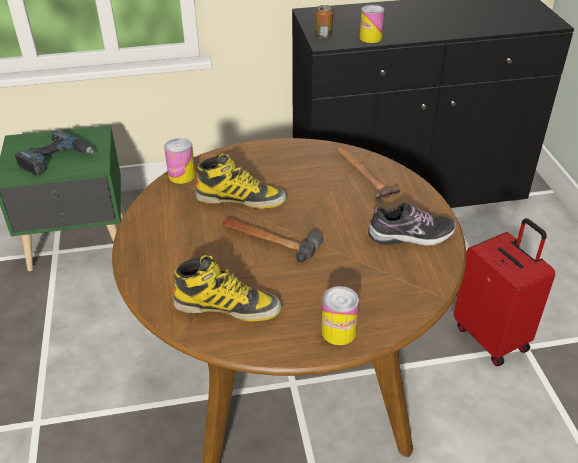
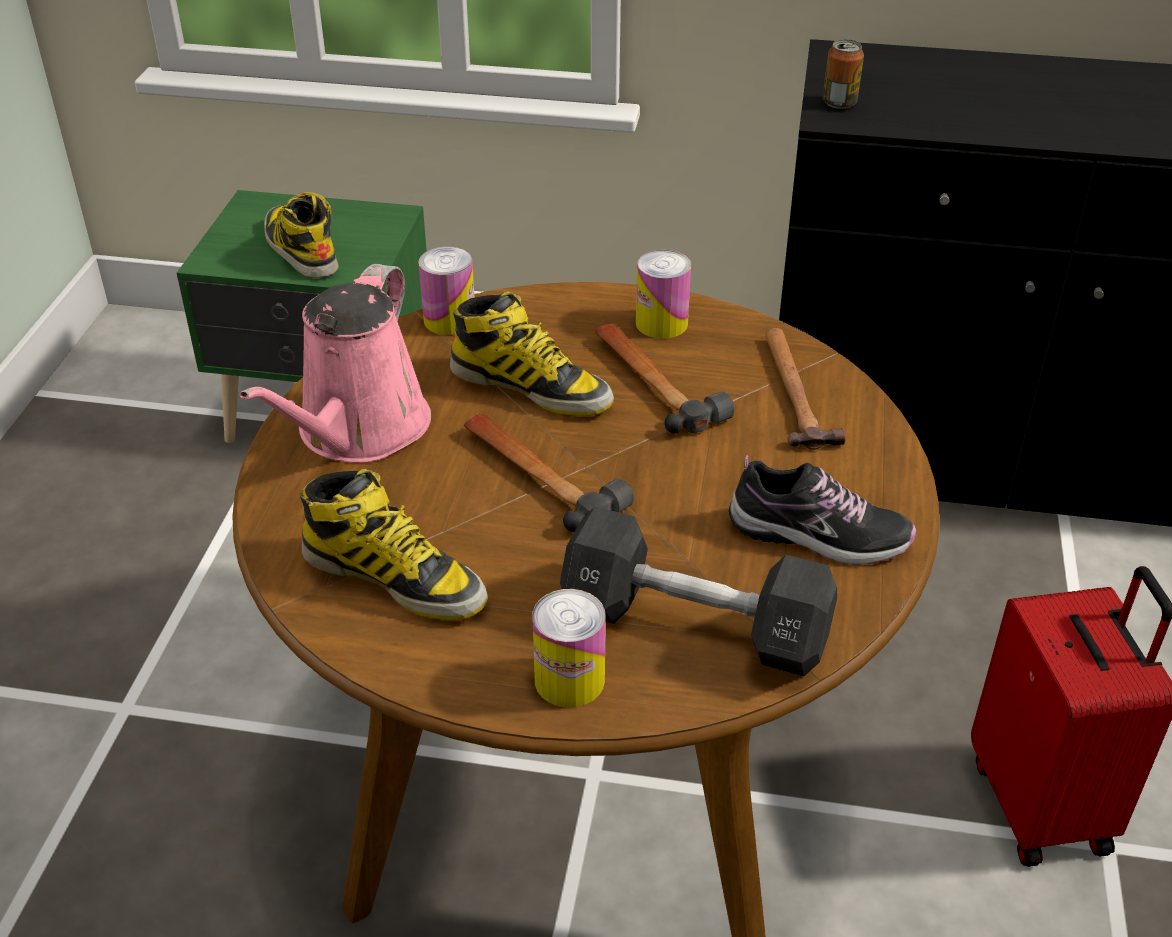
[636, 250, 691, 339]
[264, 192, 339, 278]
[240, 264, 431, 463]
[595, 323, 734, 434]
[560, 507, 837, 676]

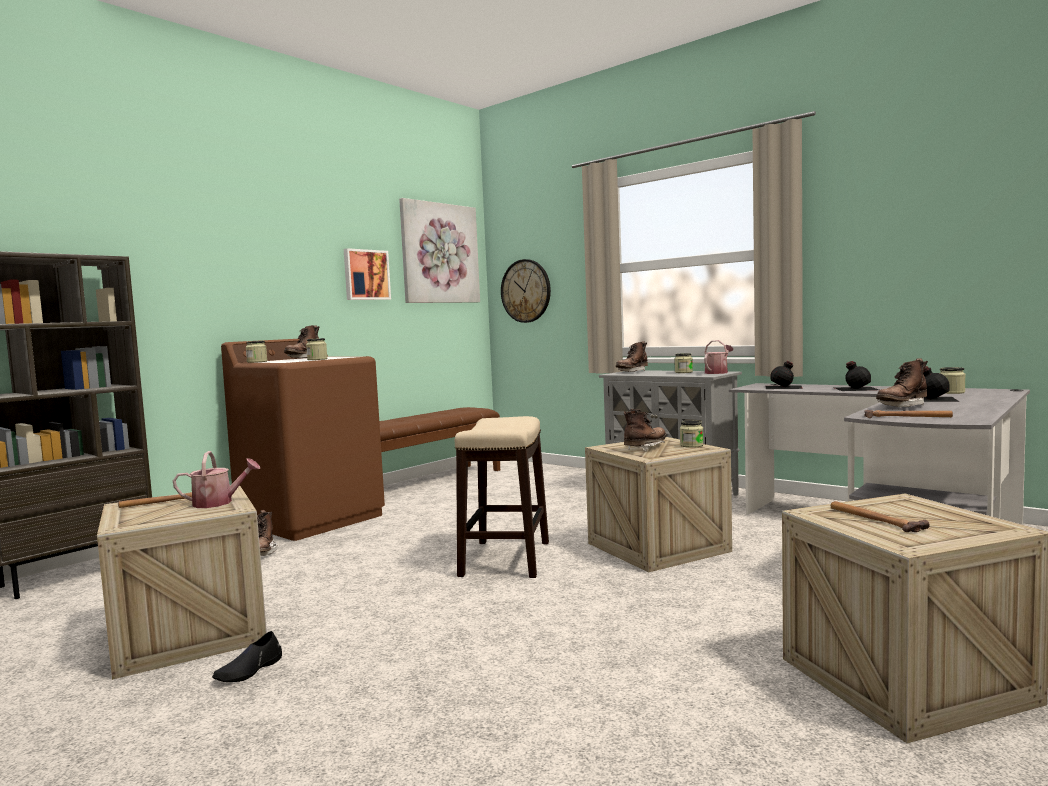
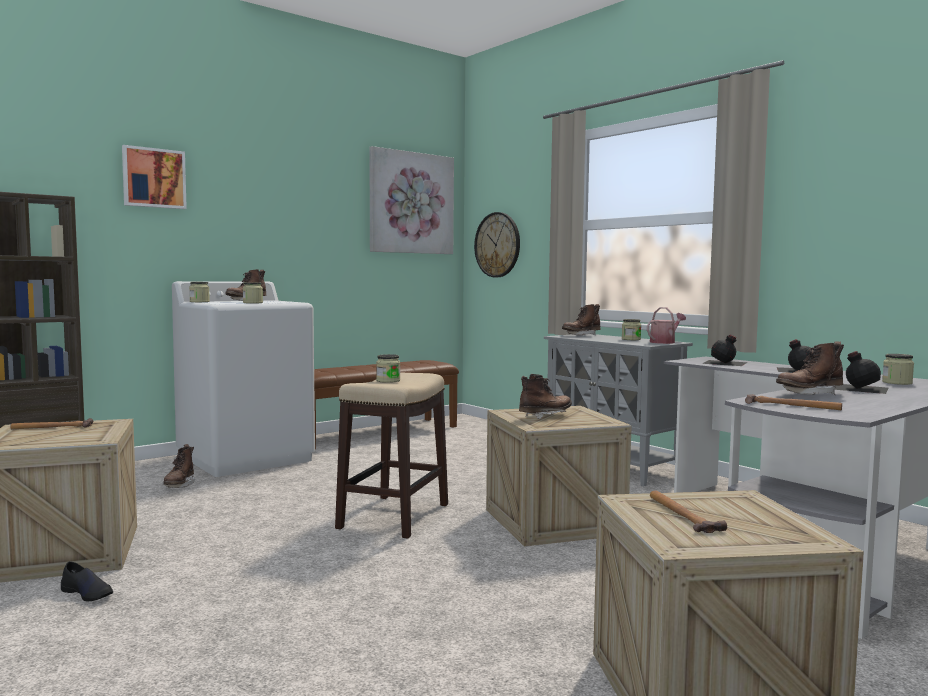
[122, 145, 187, 209]
[172, 281, 315, 477]
[376, 354, 400, 383]
[173, 451, 260, 508] (first image)
[61, 561, 113, 602]

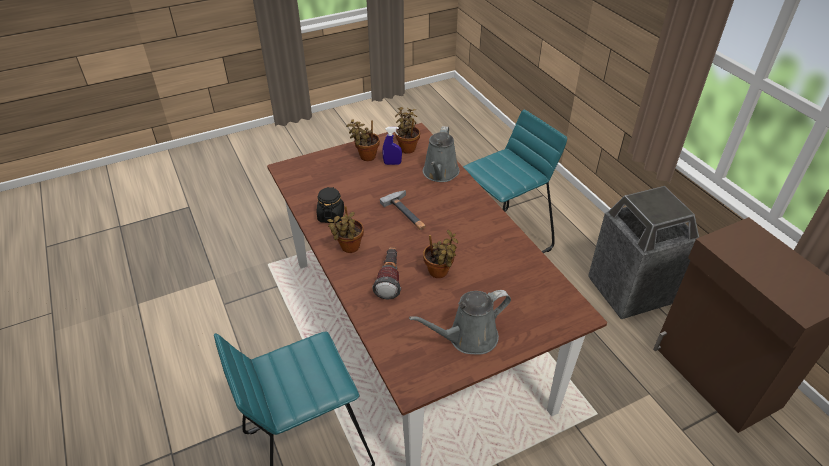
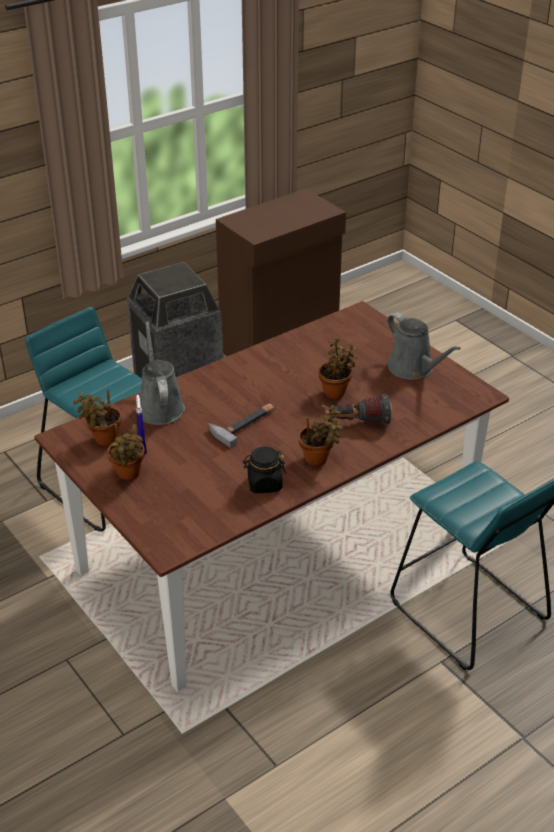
[136, 321, 185, 425]

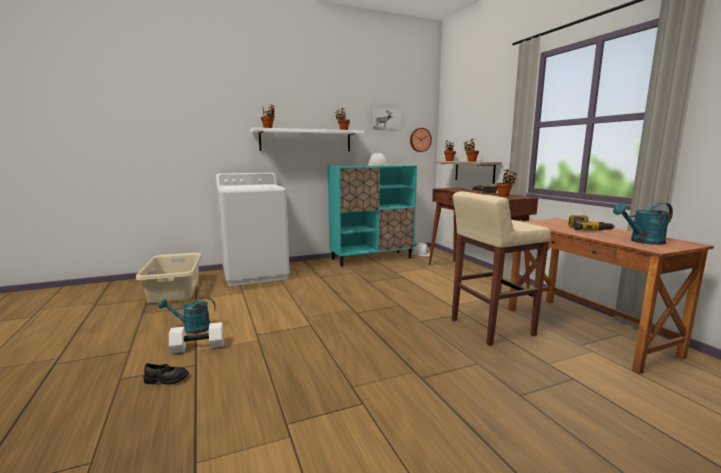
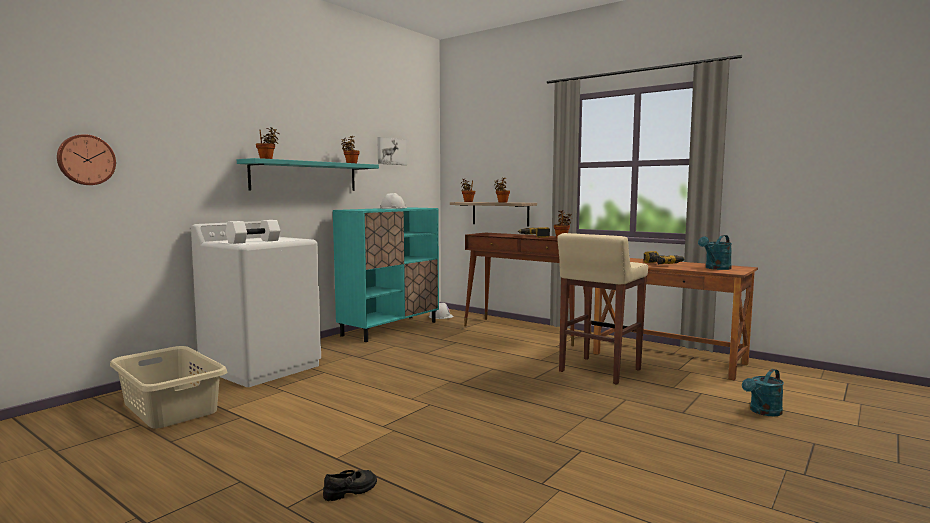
[237, 158, 379, 191]
[57, 134, 116, 185]
[742, 369, 784, 416]
[225, 220, 280, 244]

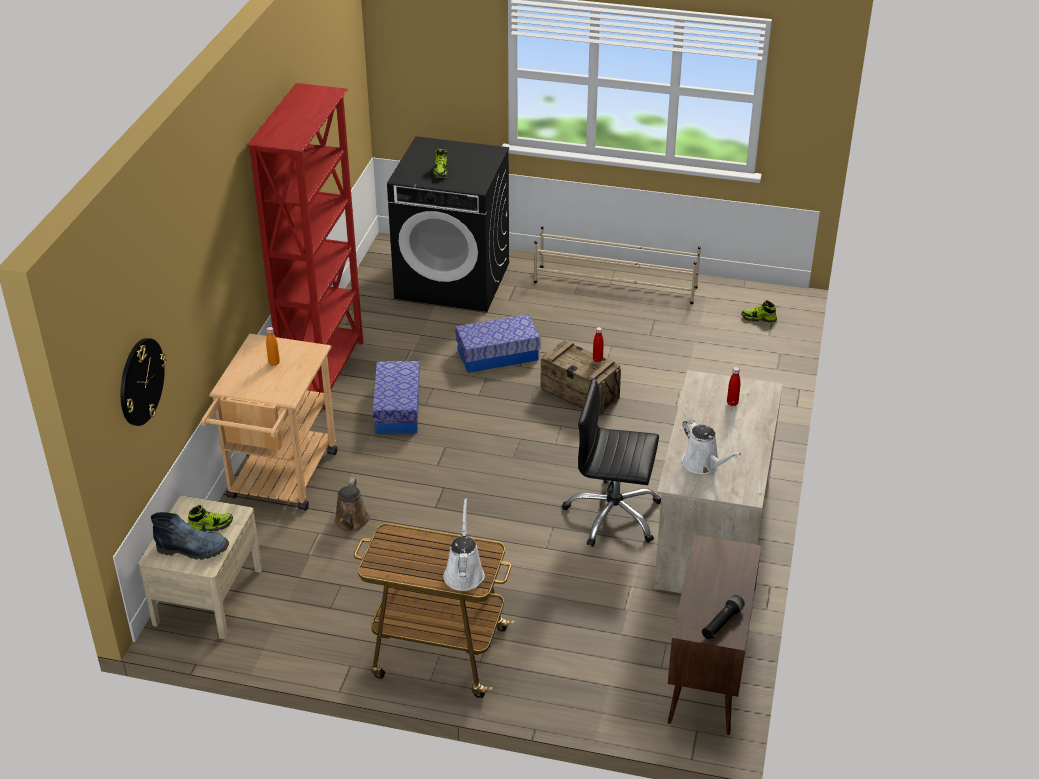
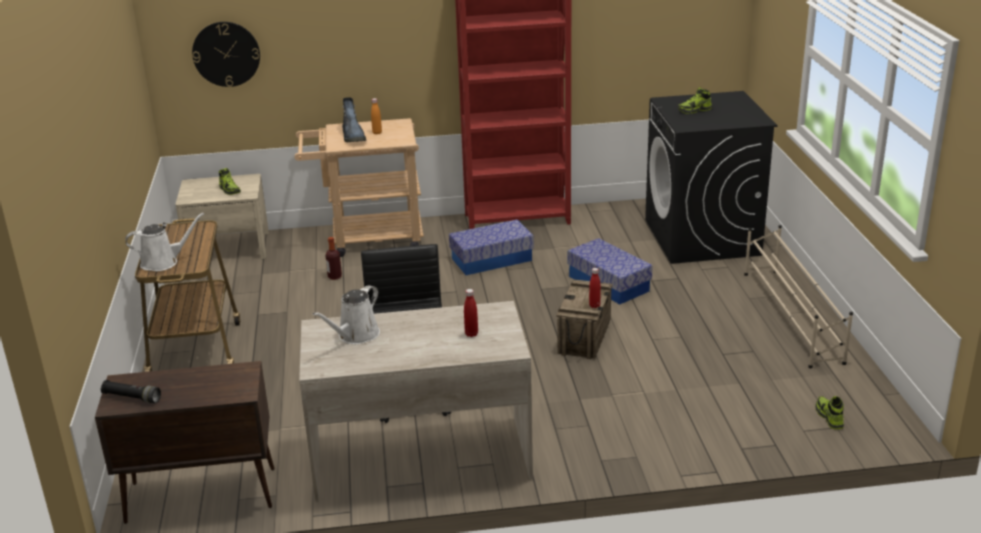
[326, 237, 342, 280]
[342, 97, 366, 142]

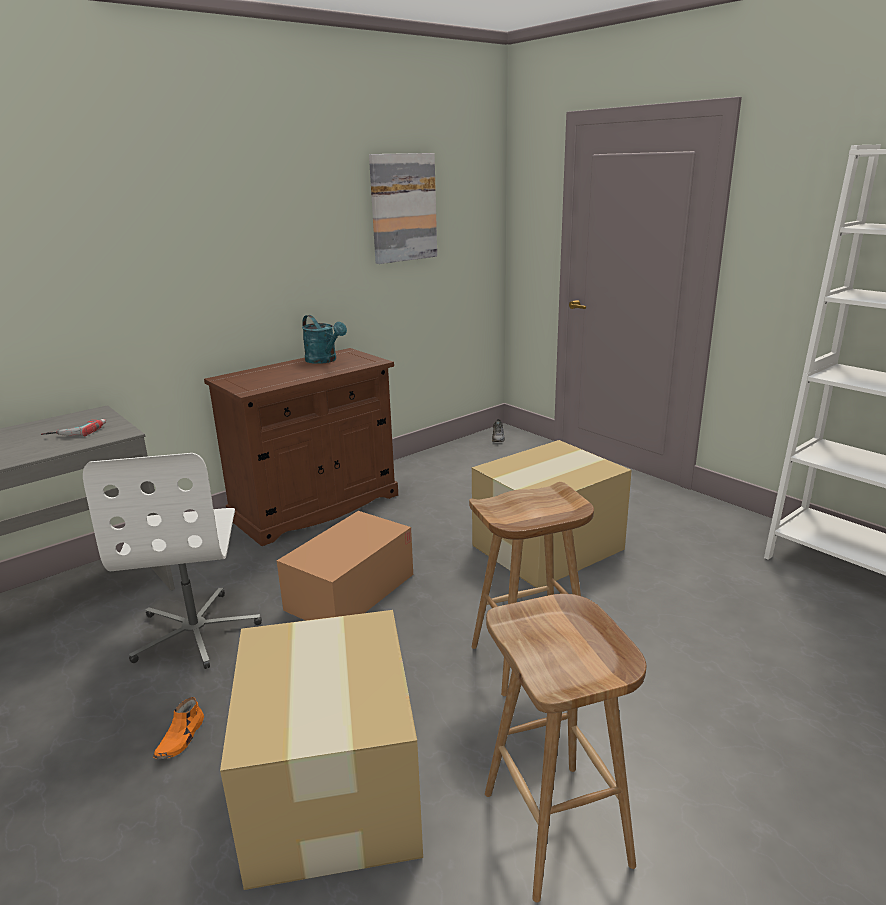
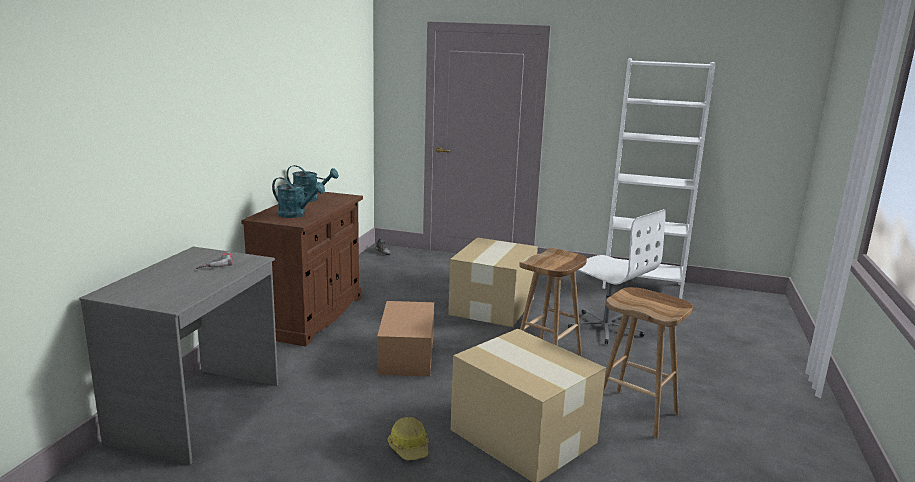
[369, 153, 437, 264] (first image)
[568, 209, 666, 344]
[388, 417, 429, 460]
[272, 177, 325, 218]

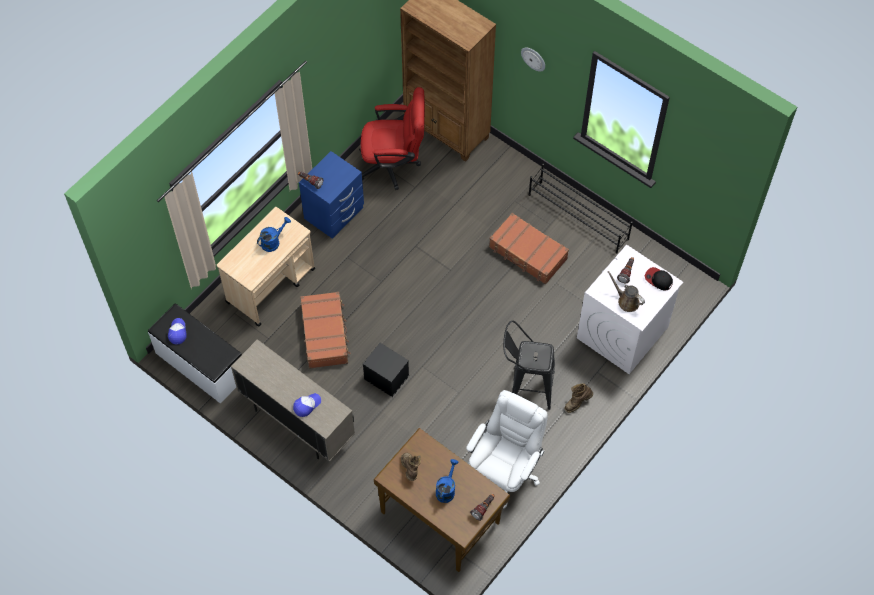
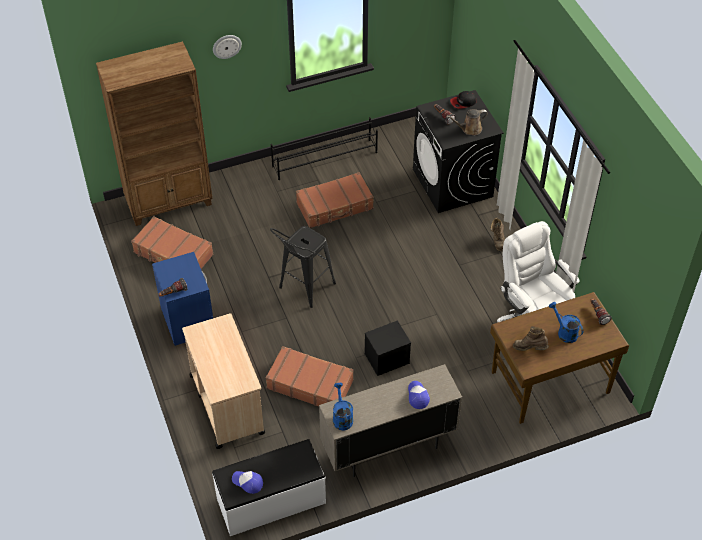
[131, 216, 213, 269]
[333, 383, 353, 431]
[413, 90, 504, 213]
[270, 226, 336, 308]

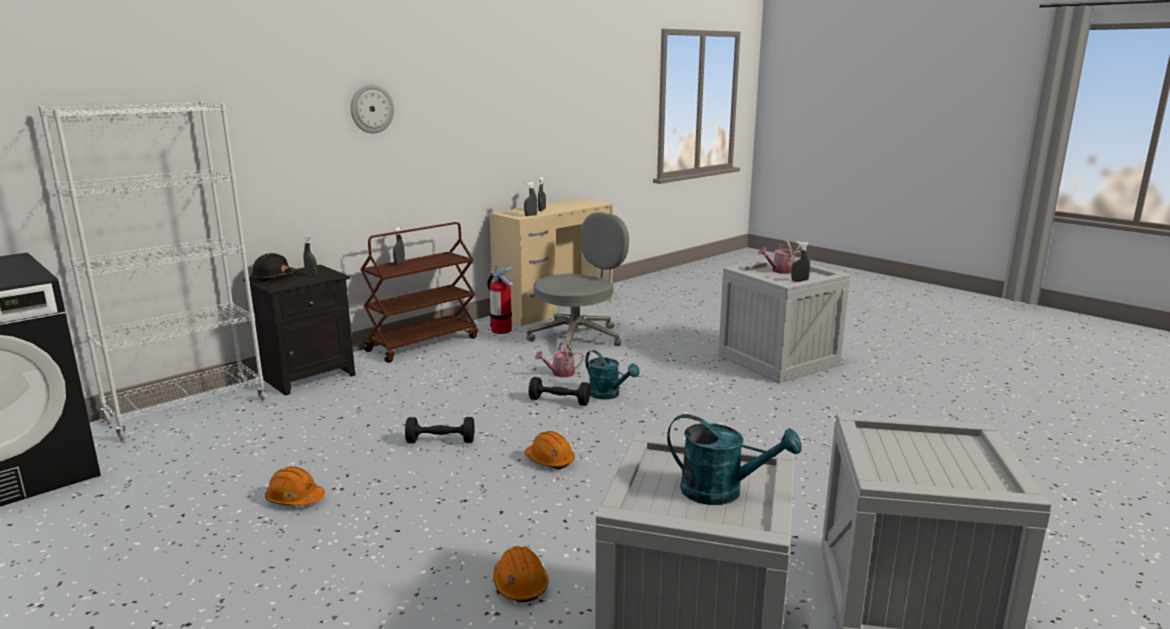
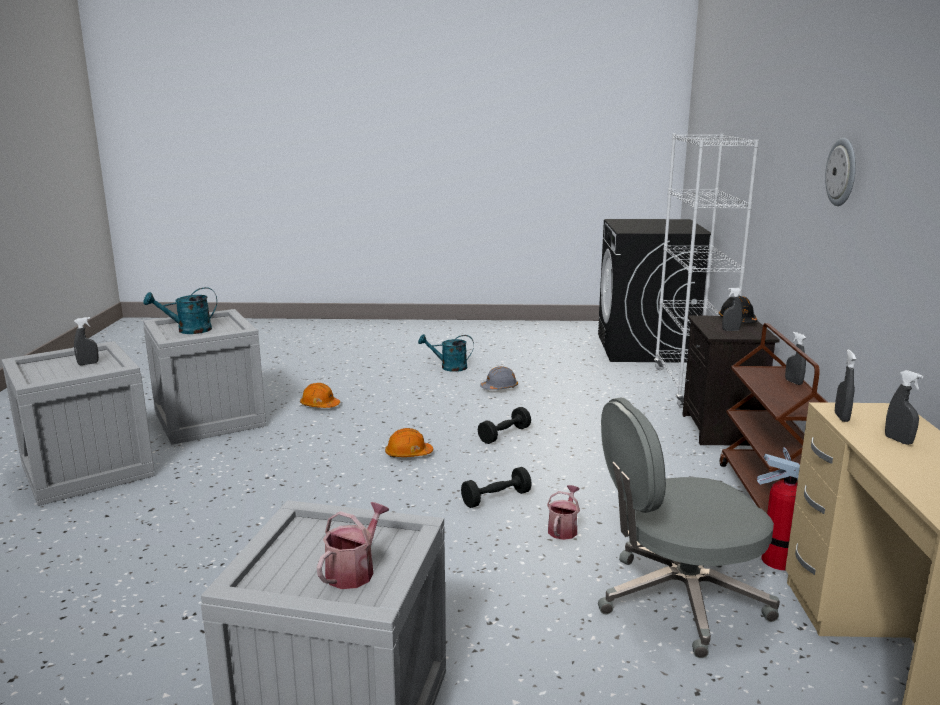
[598, 397, 780, 658]
[74, 317, 99, 365]
[418, 334, 474, 372]
[480, 366, 518, 390]

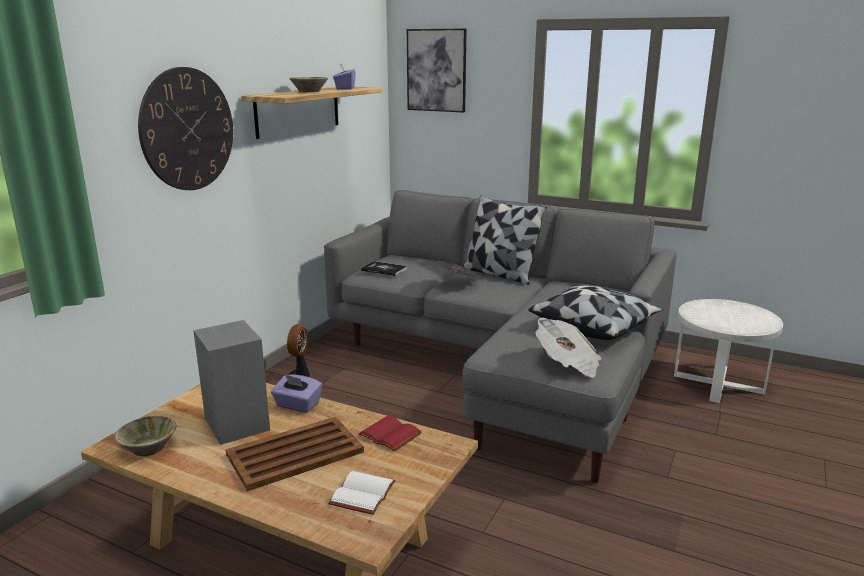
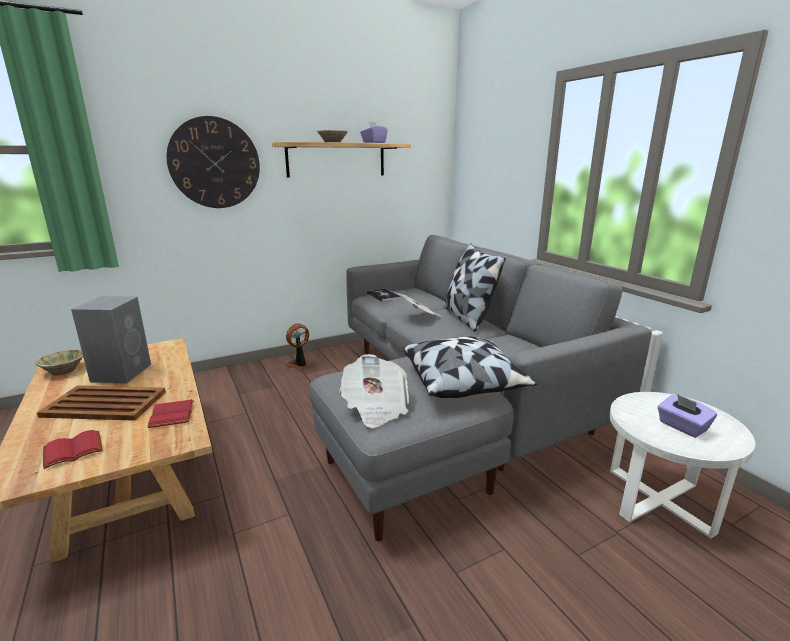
[407, 29, 467, 113] (first image)
[658, 395, 717, 438]
[43, 430, 103, 469]

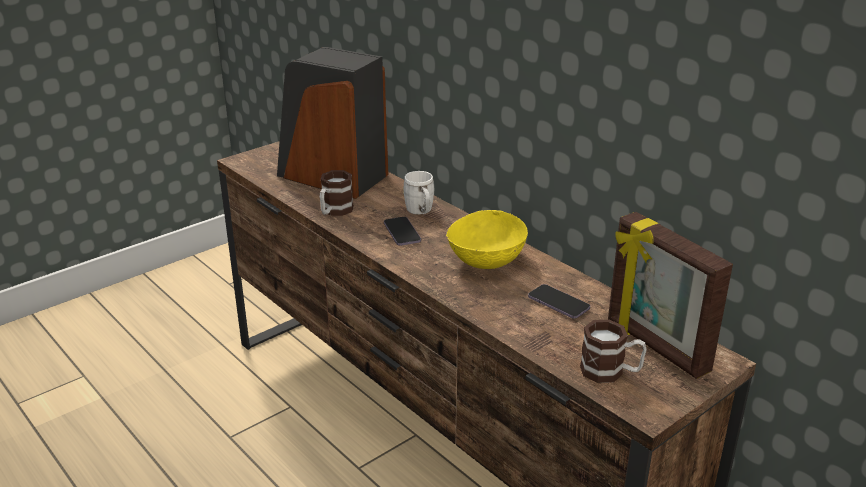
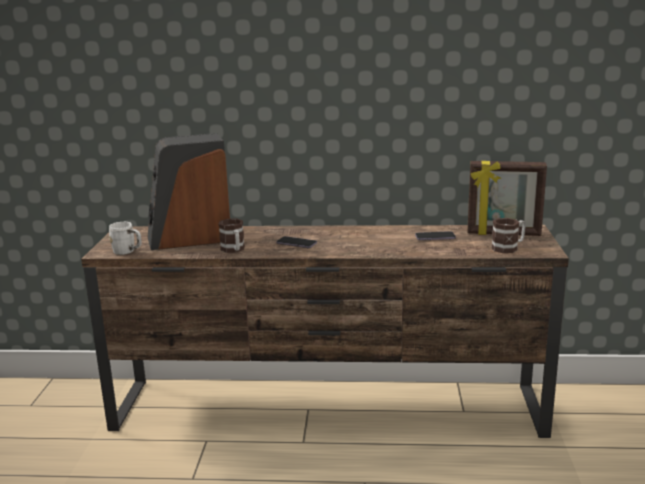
[109, 222, 142, 255]
[446, 210, 528, 269] (first image)

